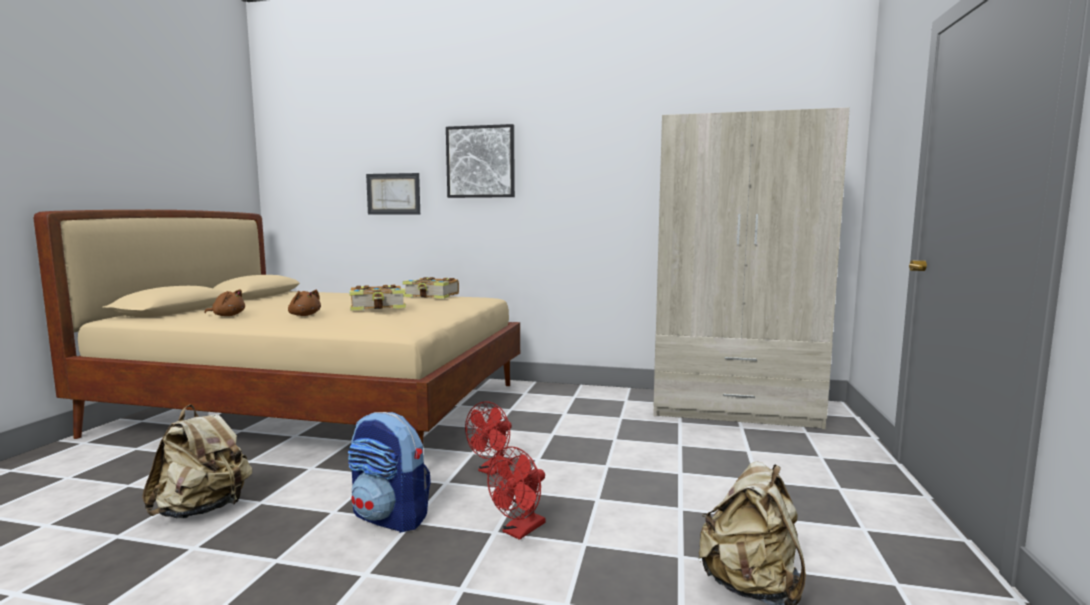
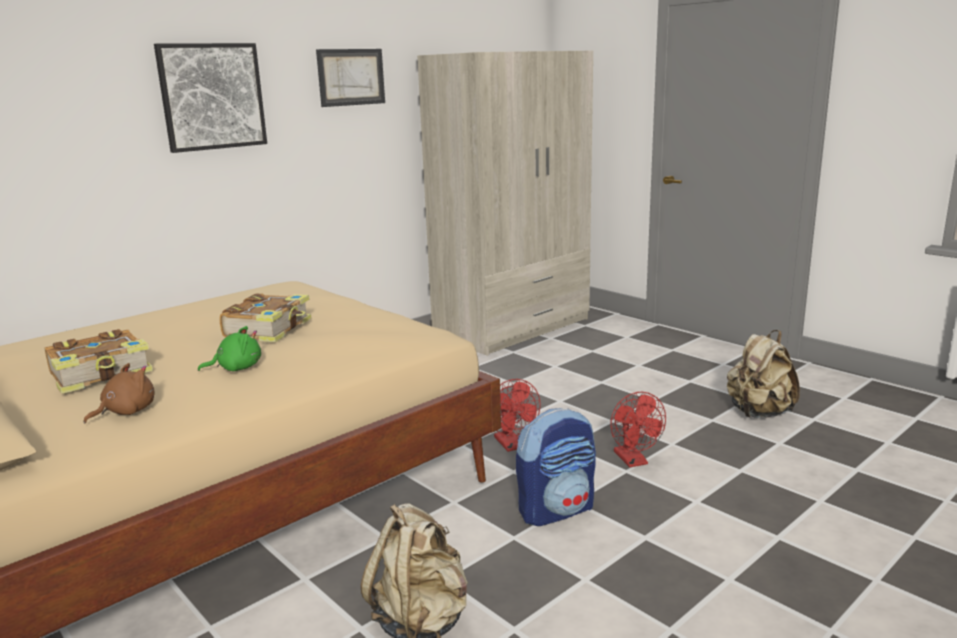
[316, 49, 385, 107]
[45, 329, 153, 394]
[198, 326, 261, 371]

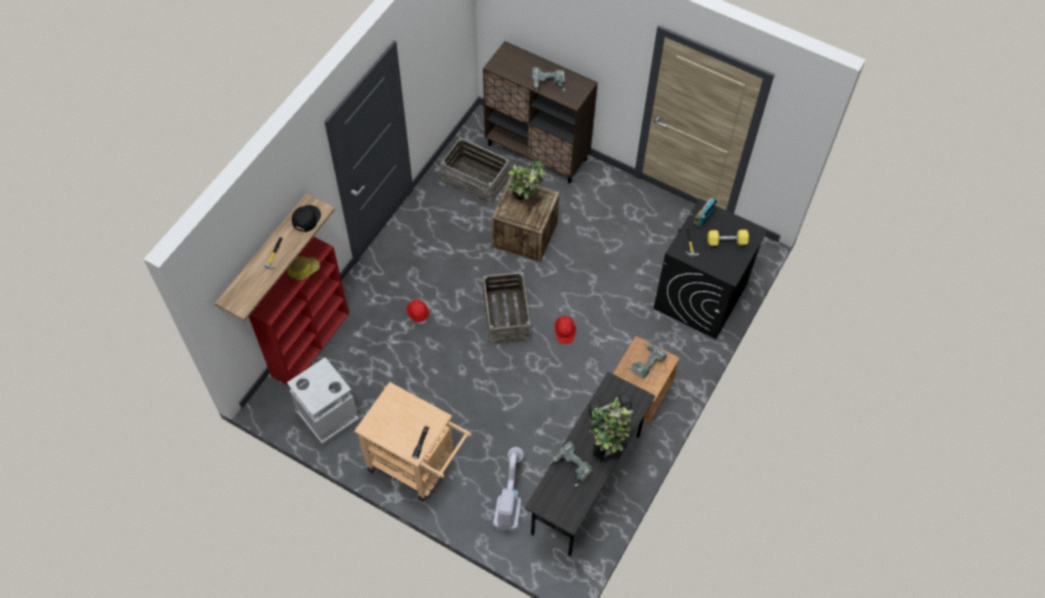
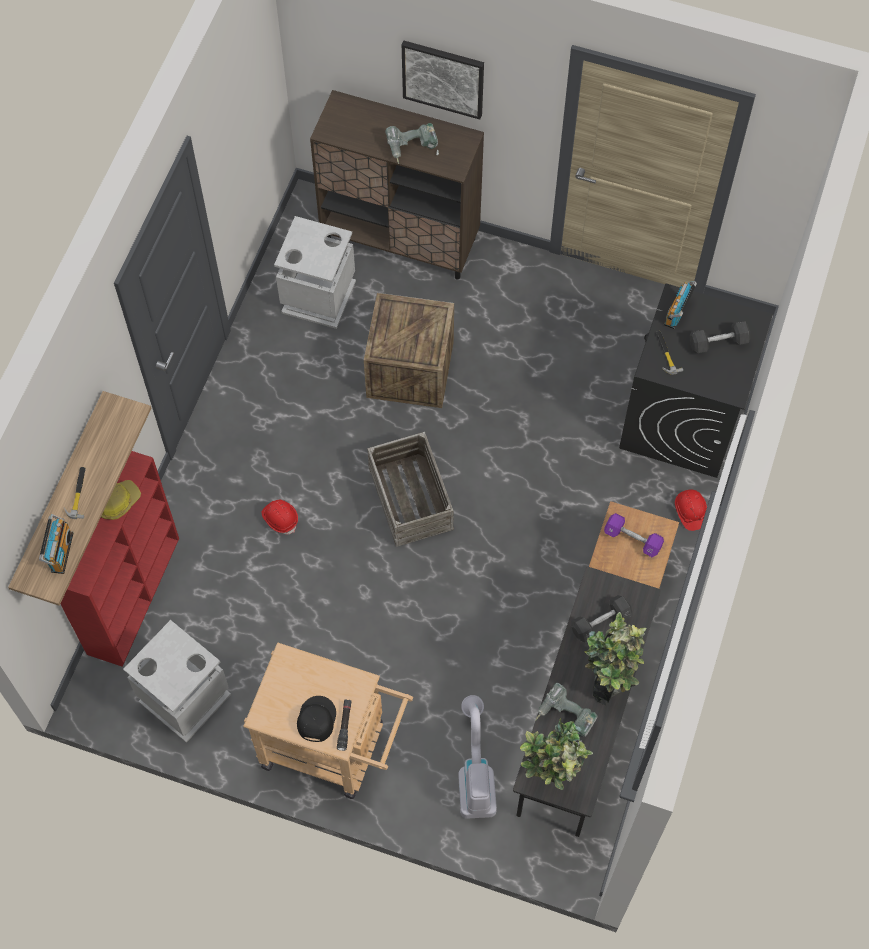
[274, 216, 356, 329]
[520, 718, 593, 790]
[297, 696, 336, 742]
[690, 321, 750, 353]
[675, 490, 707, 531]
[604, 513, 664, 557]
[402, 41, 484, 120]
[39, 514, 73, 574]

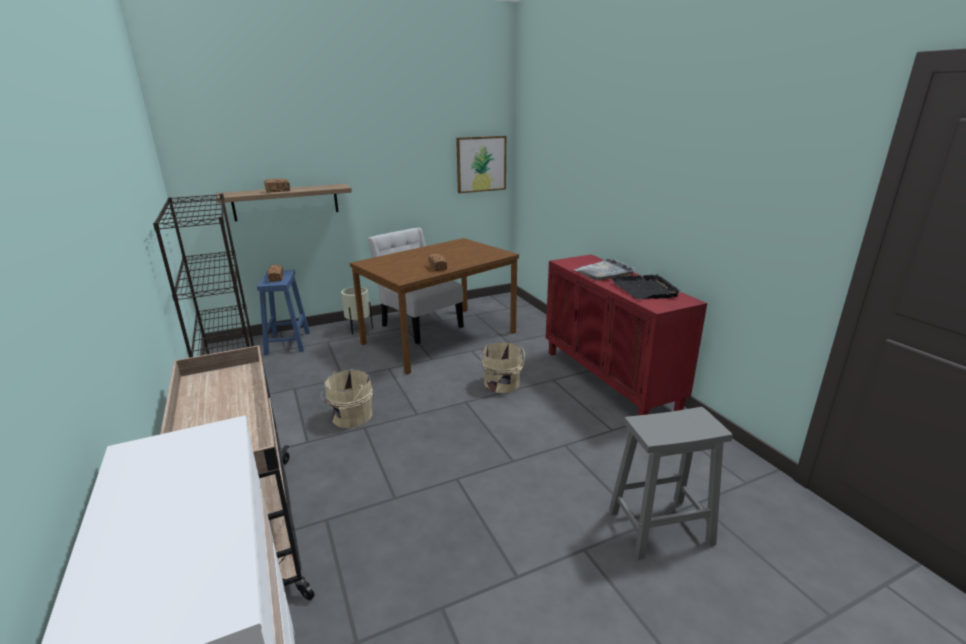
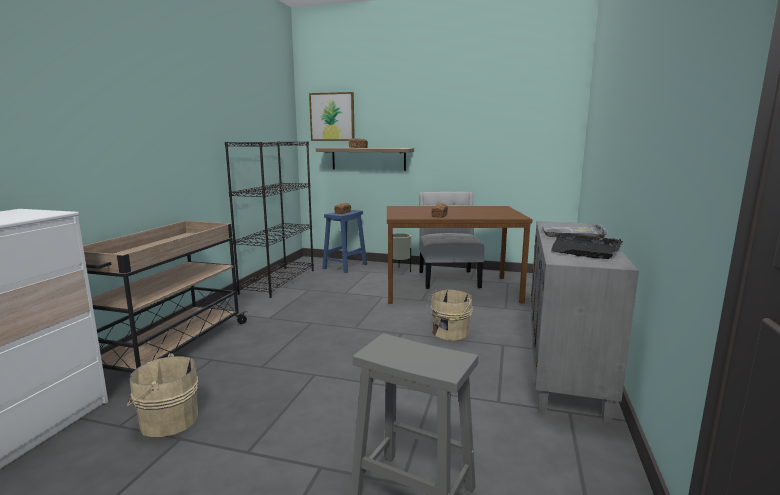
[309, 92, 355, 141]
[530, 221, 639, 423]
[127, 353, 198, 437]

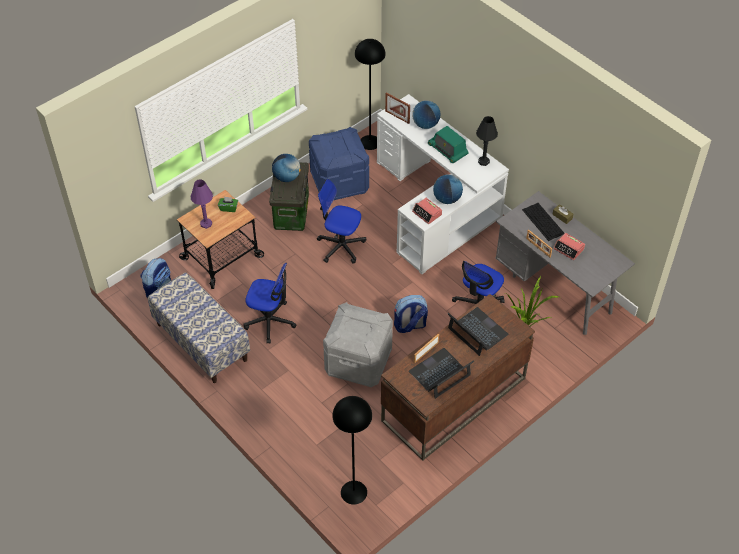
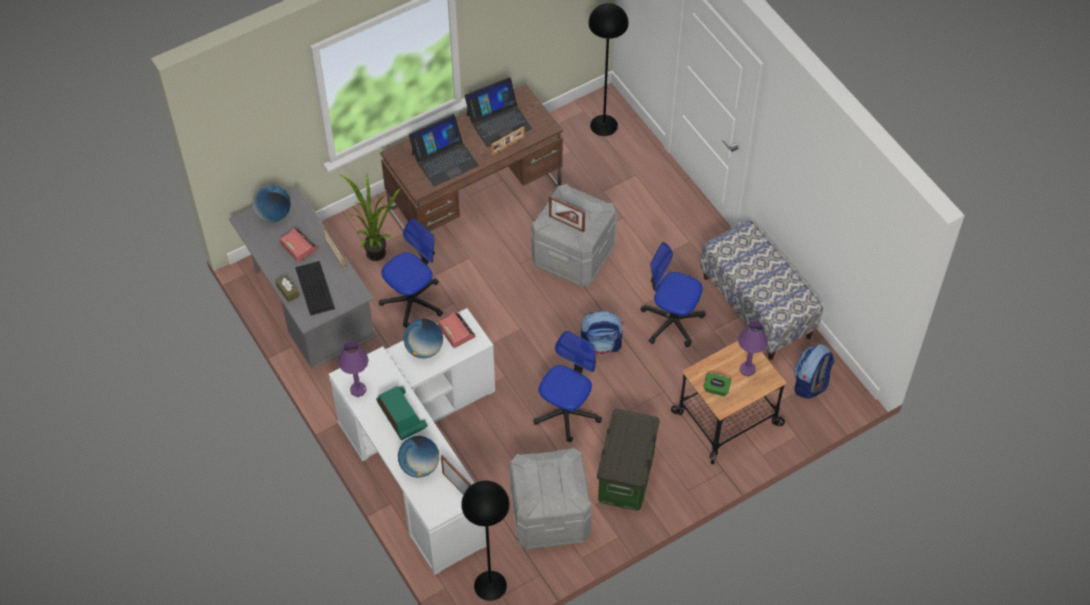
[338, 341, 369, 397]
[509, 447, 592, 550]
[252, 185, 291, 223]
[534, 331, 602, 442]
[581, 311, 623, 355]
[409, 114, 479, 186]
[549, 196, 585, 232]

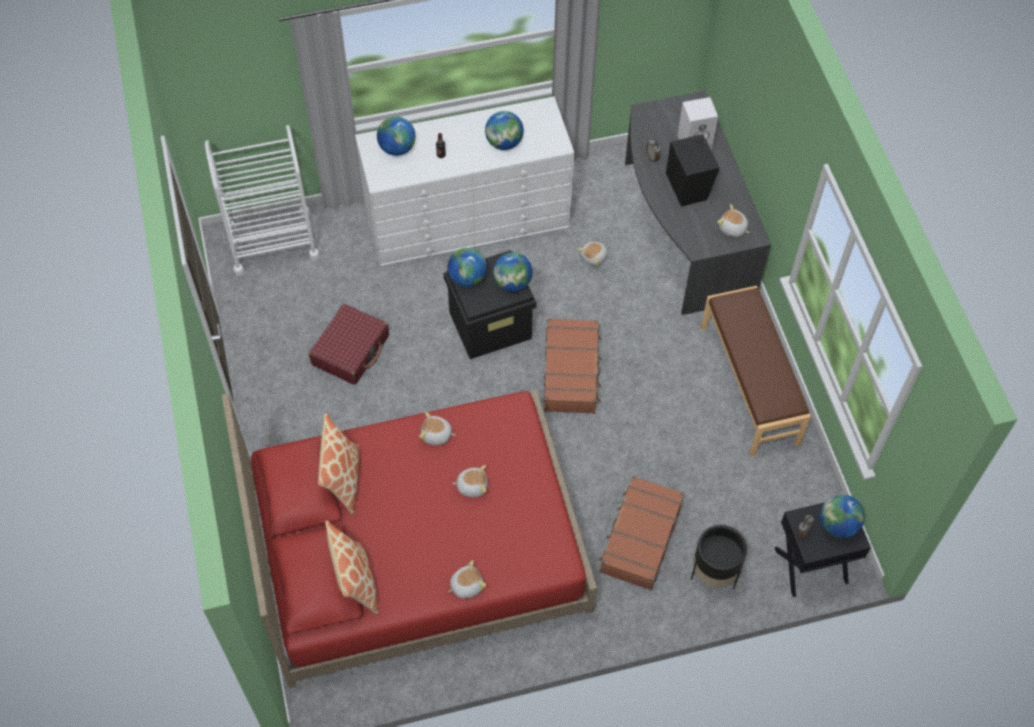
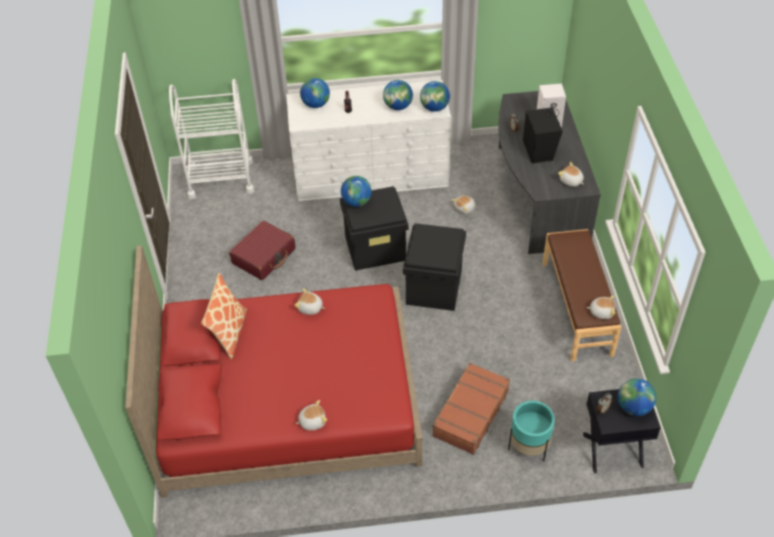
[420, 81, 450, 112]
[403, 223, 466, 311]
[586, 296, 615, 319]
[325, 520, 379, 616] (first image)
[508, 401, 555, 462]

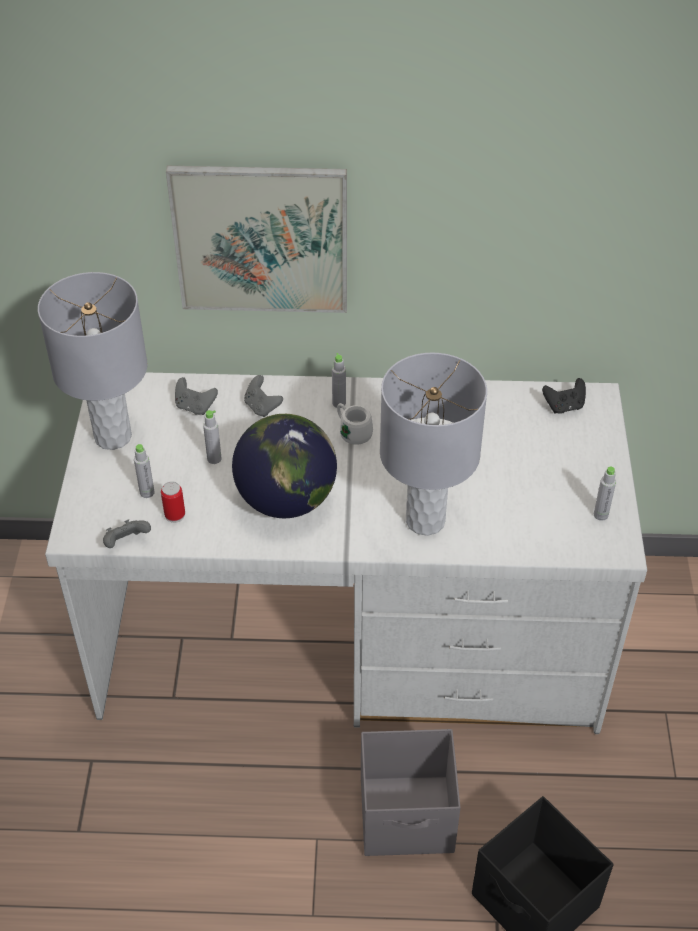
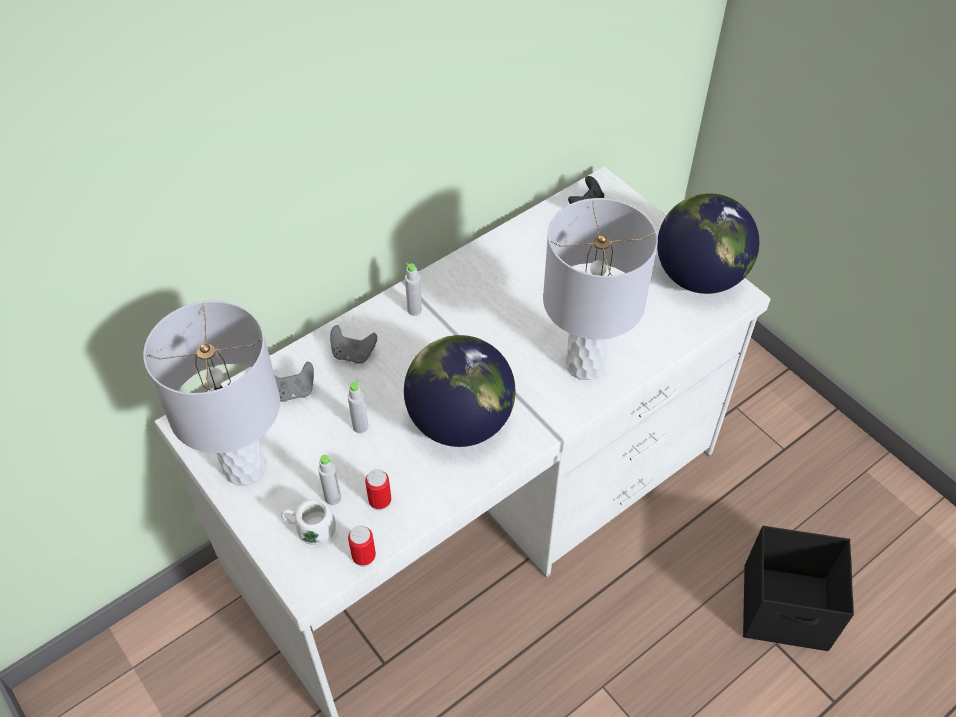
[166, 166, 347, 313] (first image)
[281, 499, 336, 545]
[657, 193, 759, 294]
[348, 525, 376, 567]
[361, 729, 460, 856] (first image)

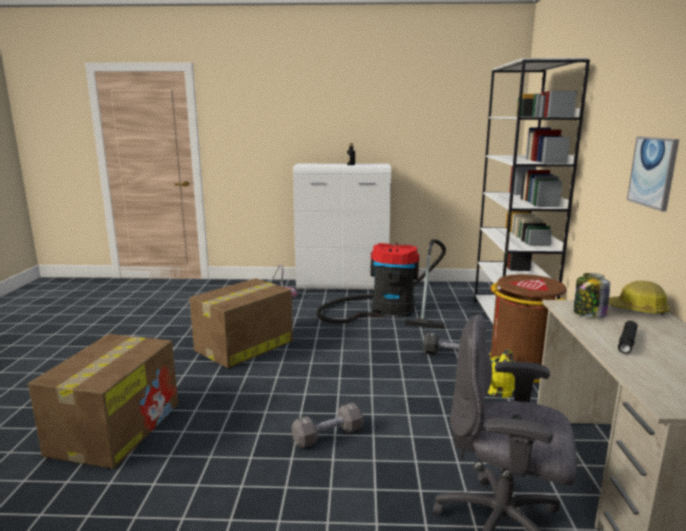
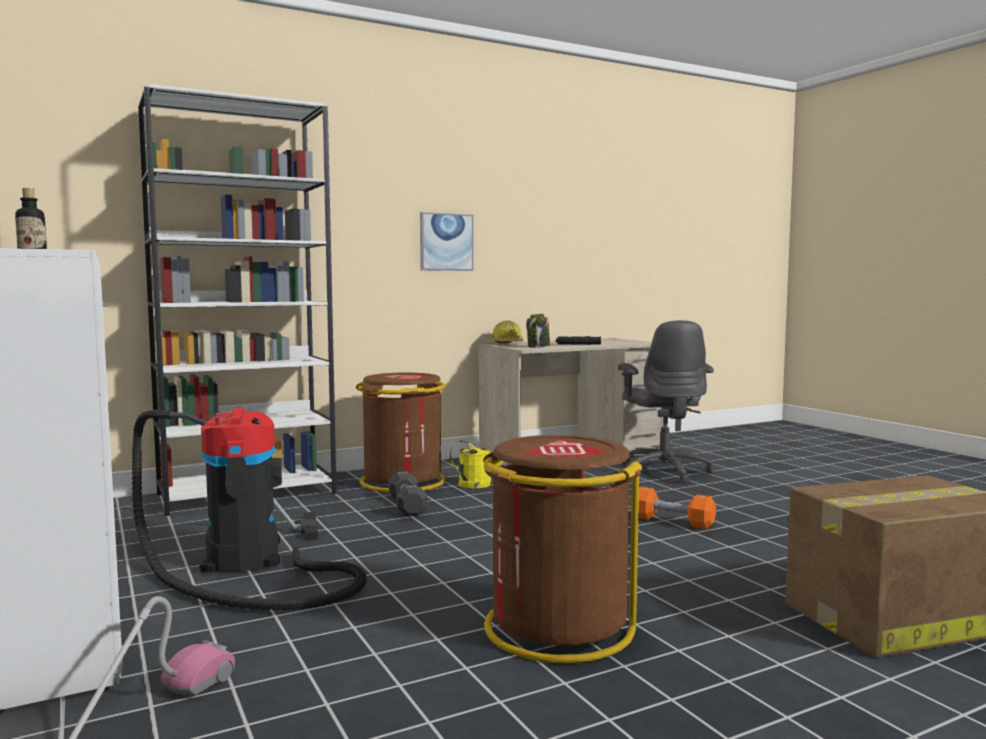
[483, 435, 642, 663]
[638, 486, 716, 529]

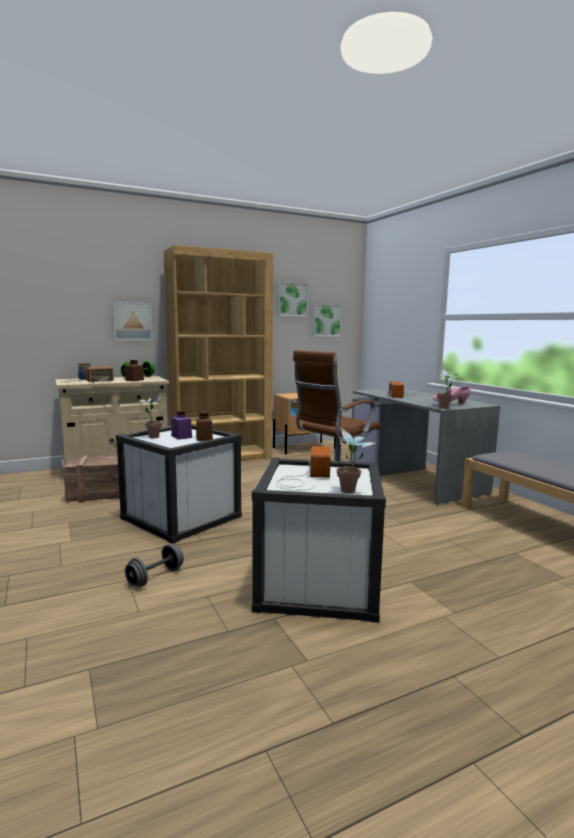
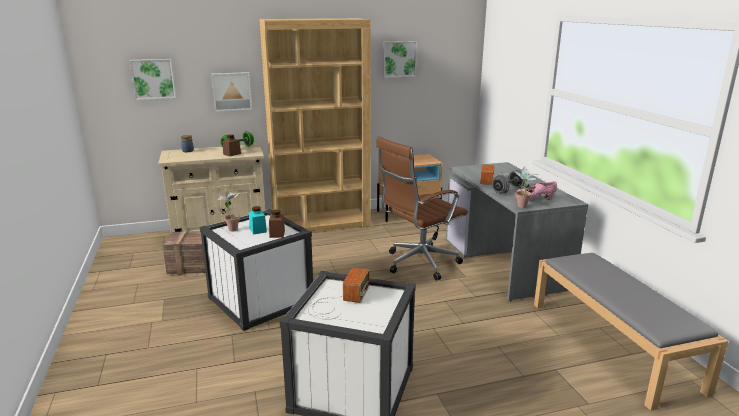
[130, 59, 176, 100]
[61, 367, 114, 383] (first image)
[249, 206, 267, 235]
[336, 428, 376, 493] (first image)
[492, 170, 525, 194]

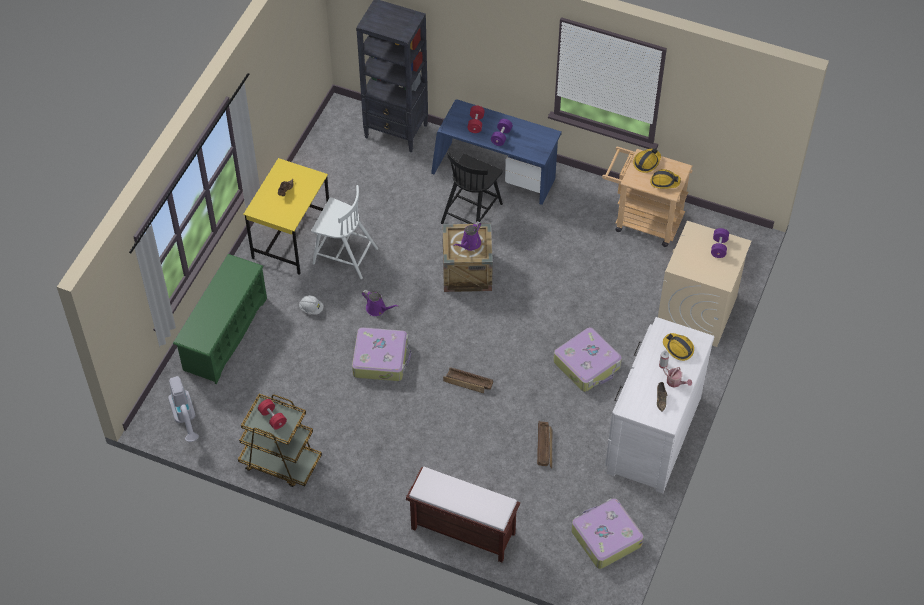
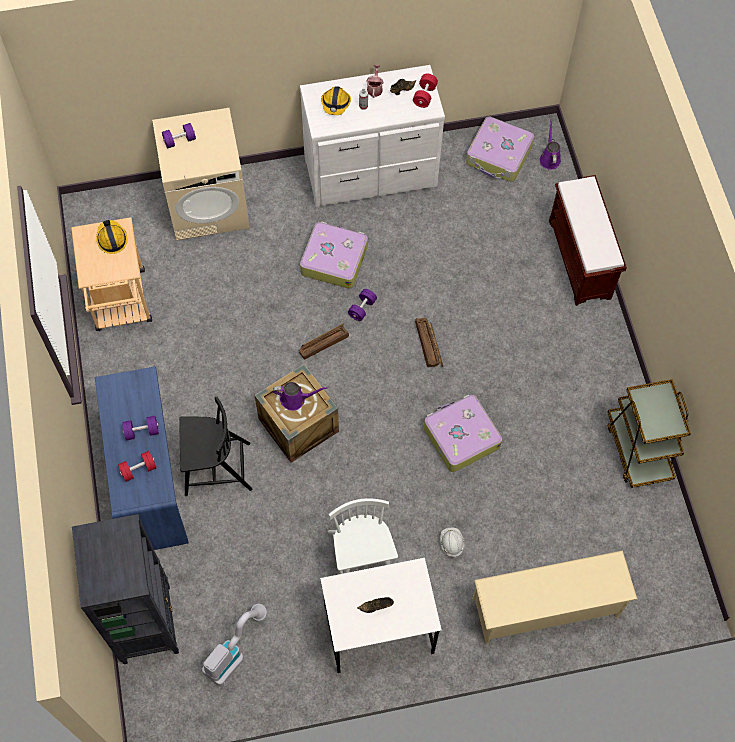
[633, 148, 661, 173] (first image)
[320, 558, 442, 673]
[472, 550, 637, 644]
[540, 119, 561, 170]
[202, 604, 267, 686]
[413, 74, 438, 108]
[299, 323, 349, 359]
[348, 289, 377, 321]

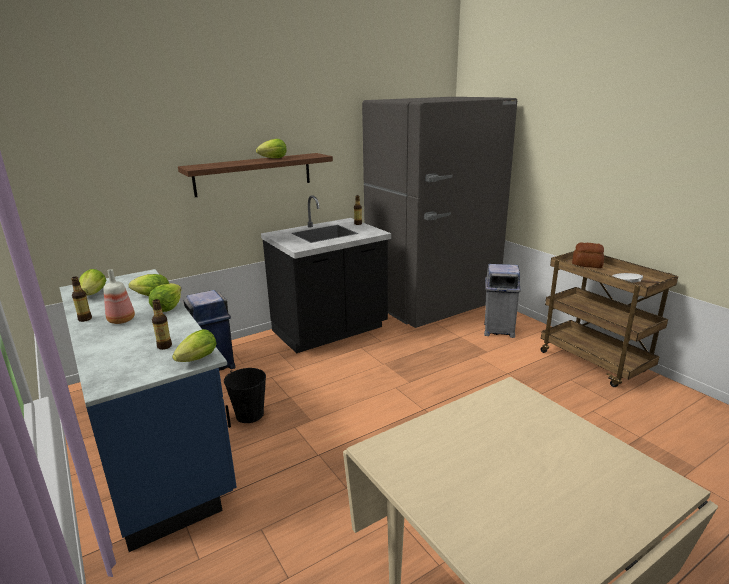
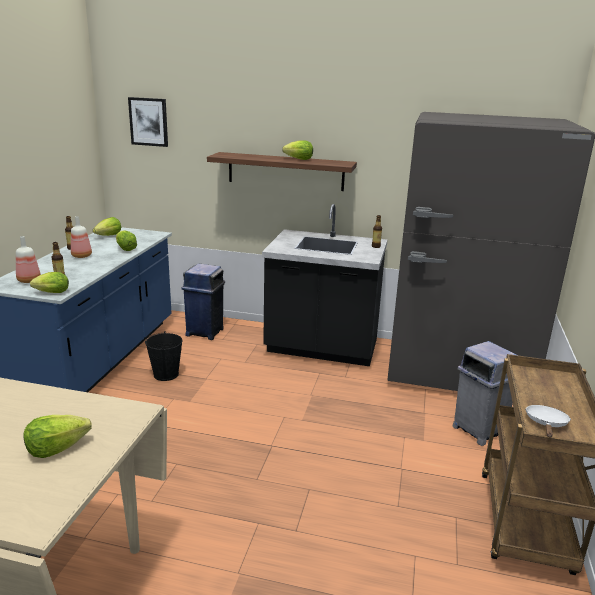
[572, 242, 604, 268] (first image)
[23, 415, 92, 458]
[128, 97, 168, 147]
[16, 236, 41, 283]

